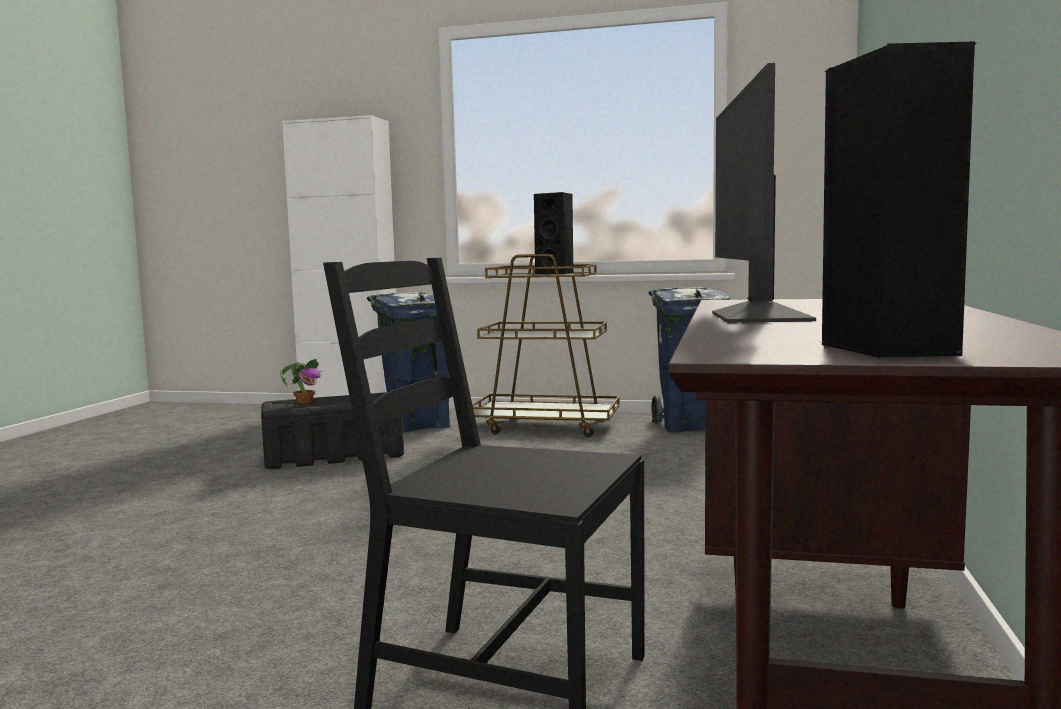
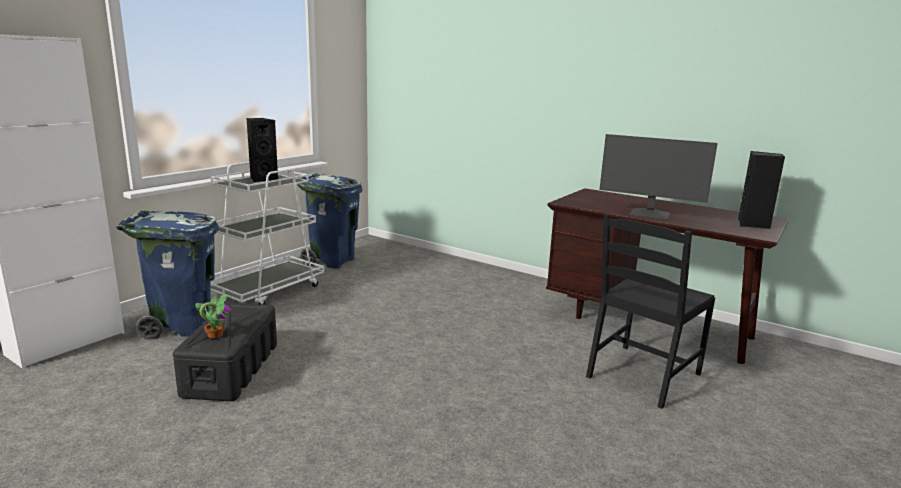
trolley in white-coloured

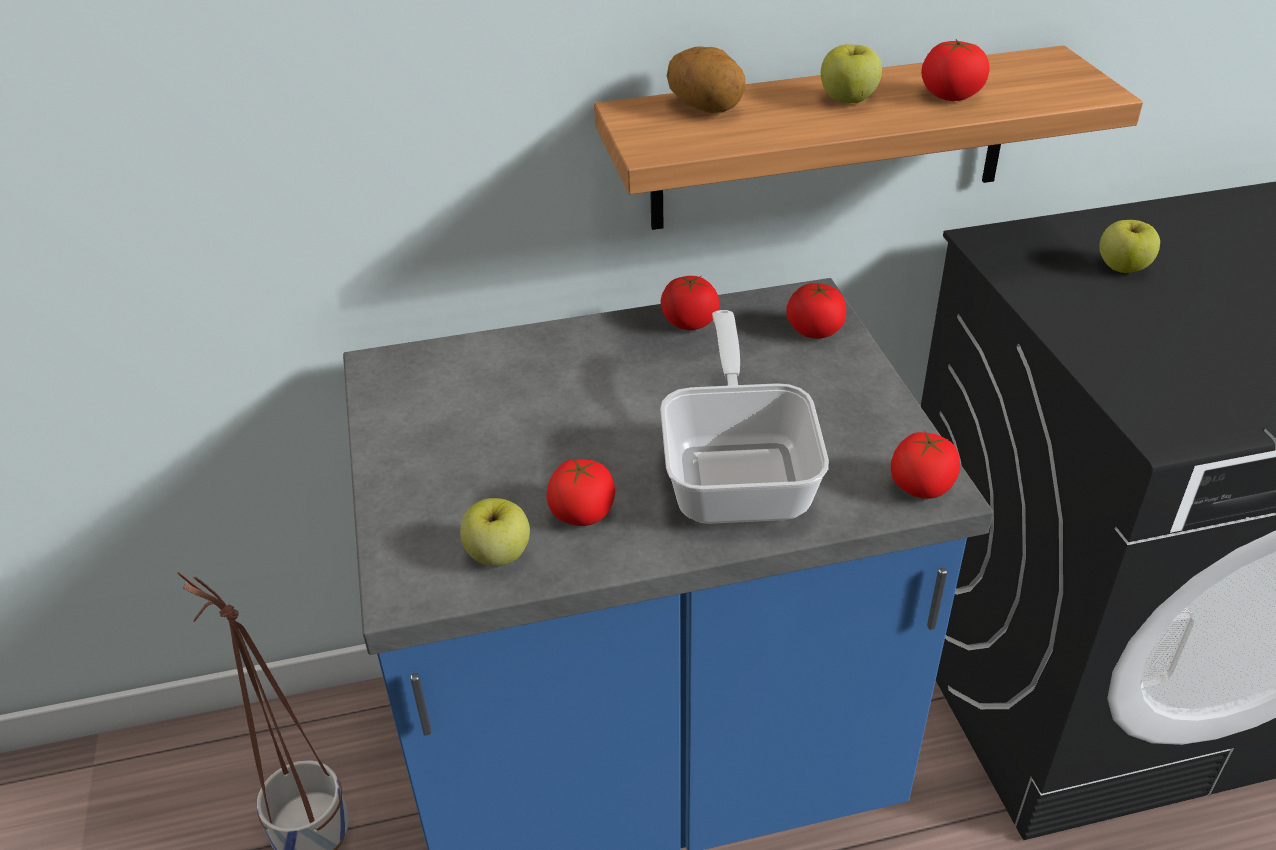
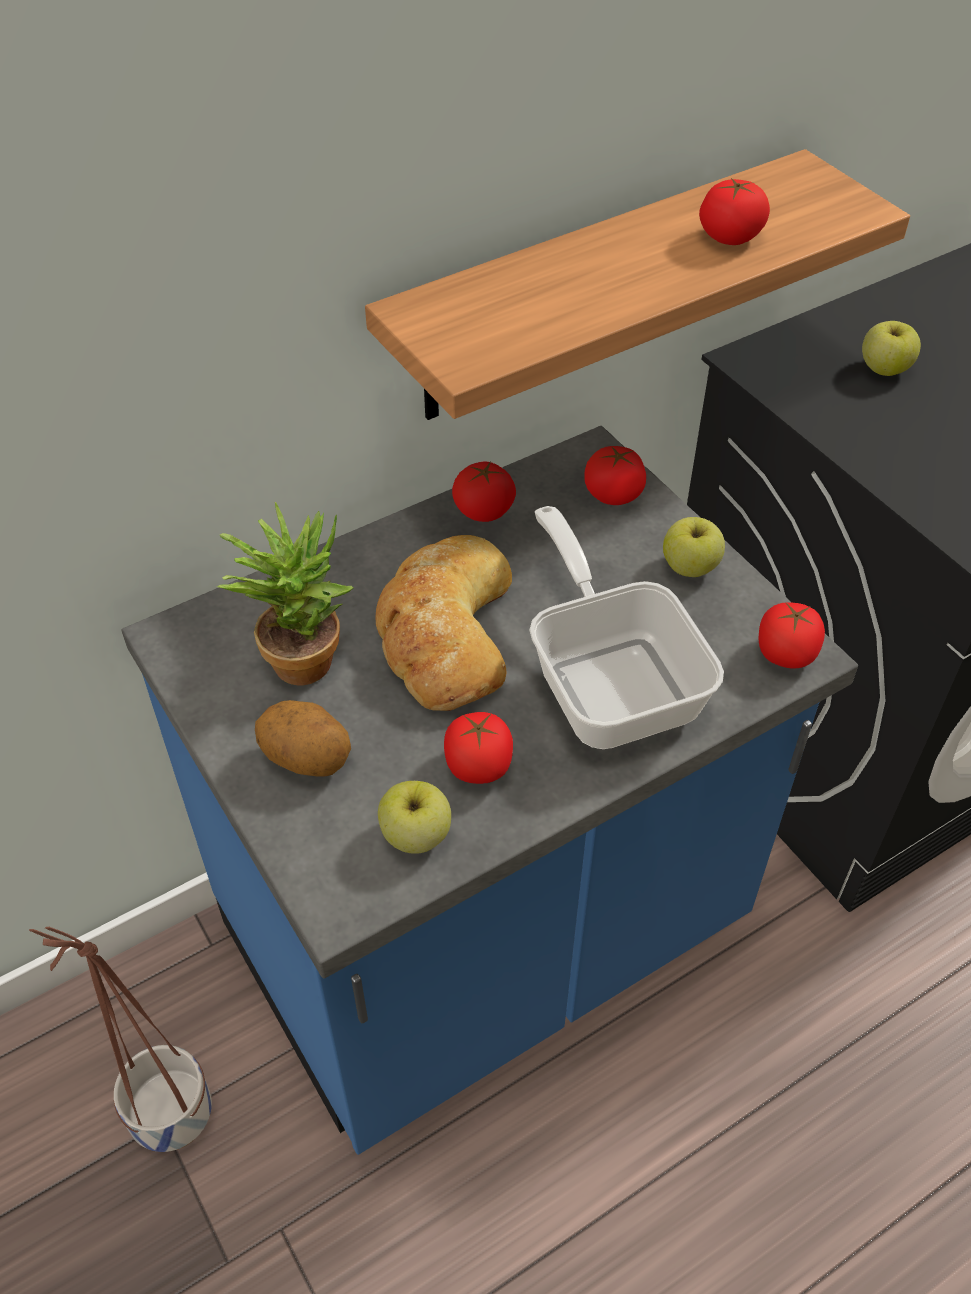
plant in a pot; bread; spud; apple fruit (2nd from left)

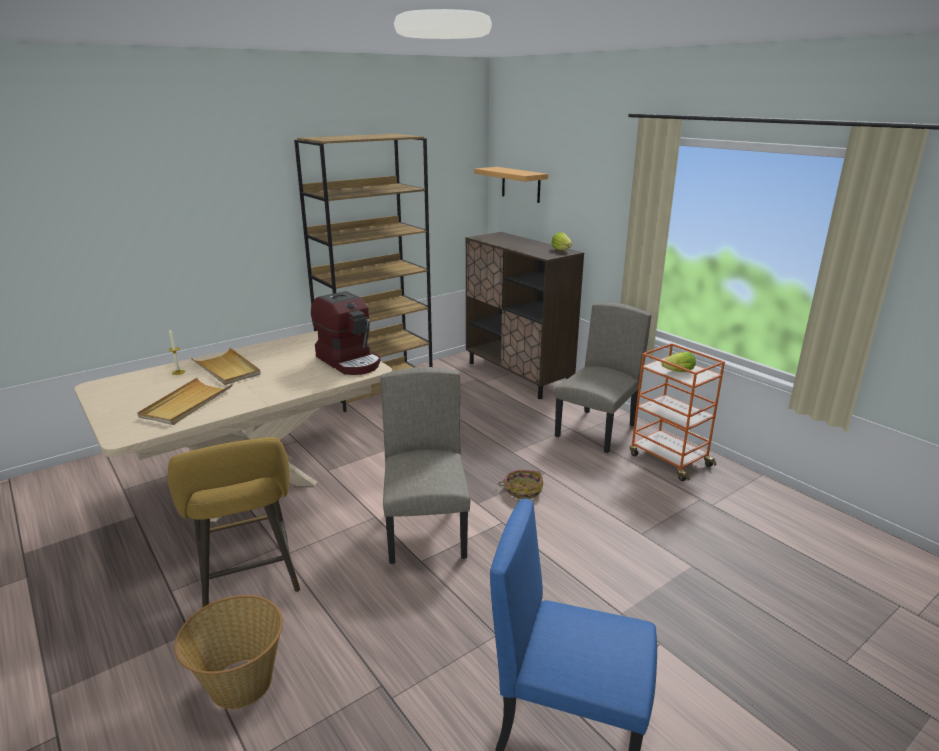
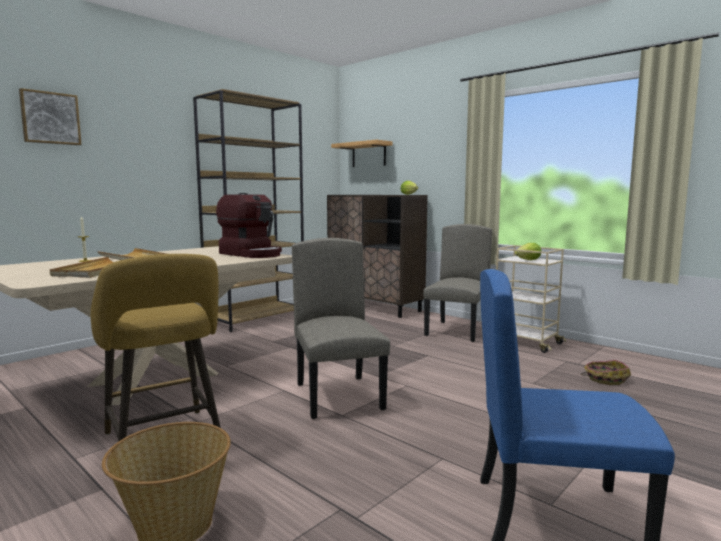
picture; household basket (2nd from left); trolley in sand-coloured

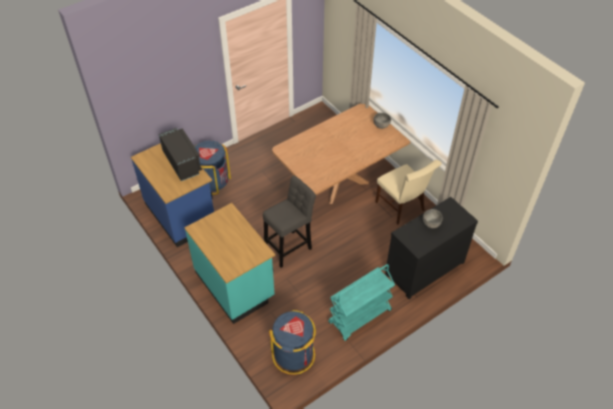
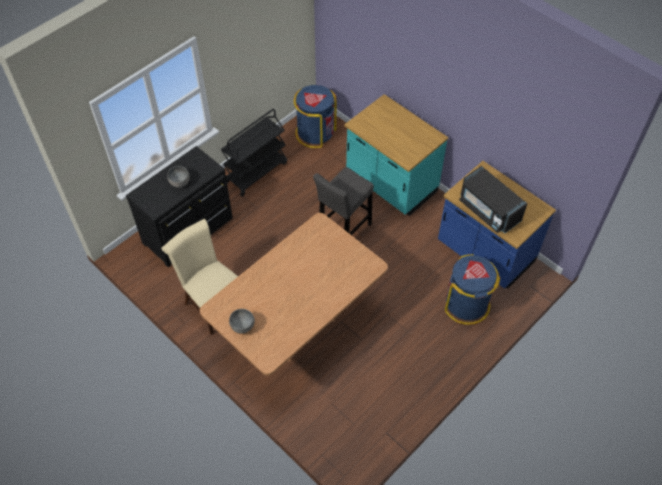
trolley in black

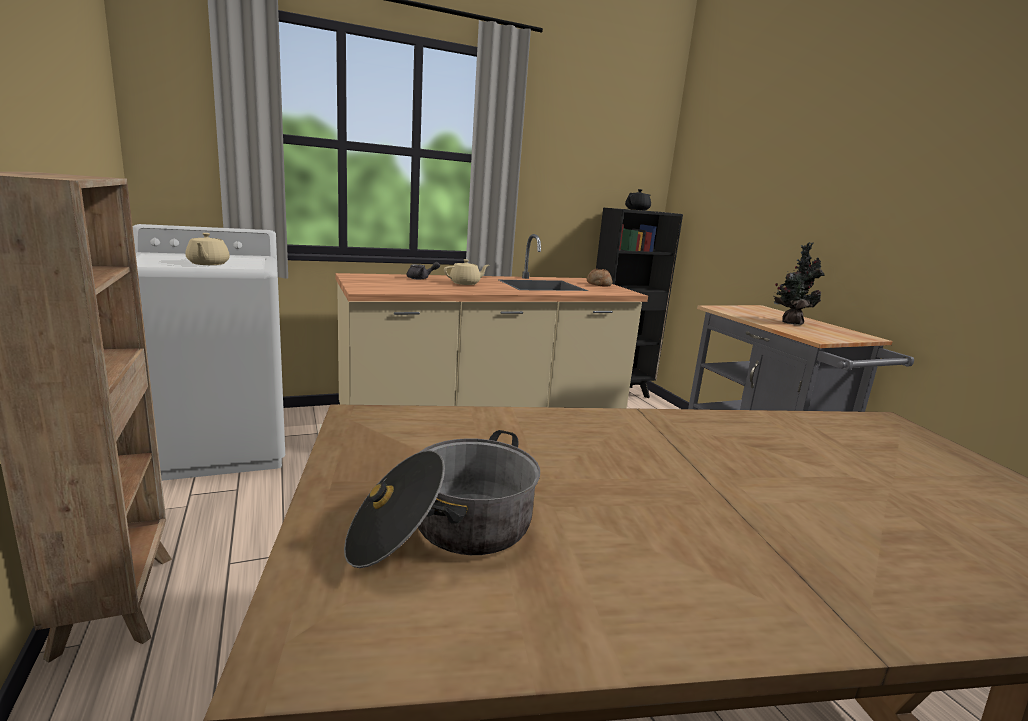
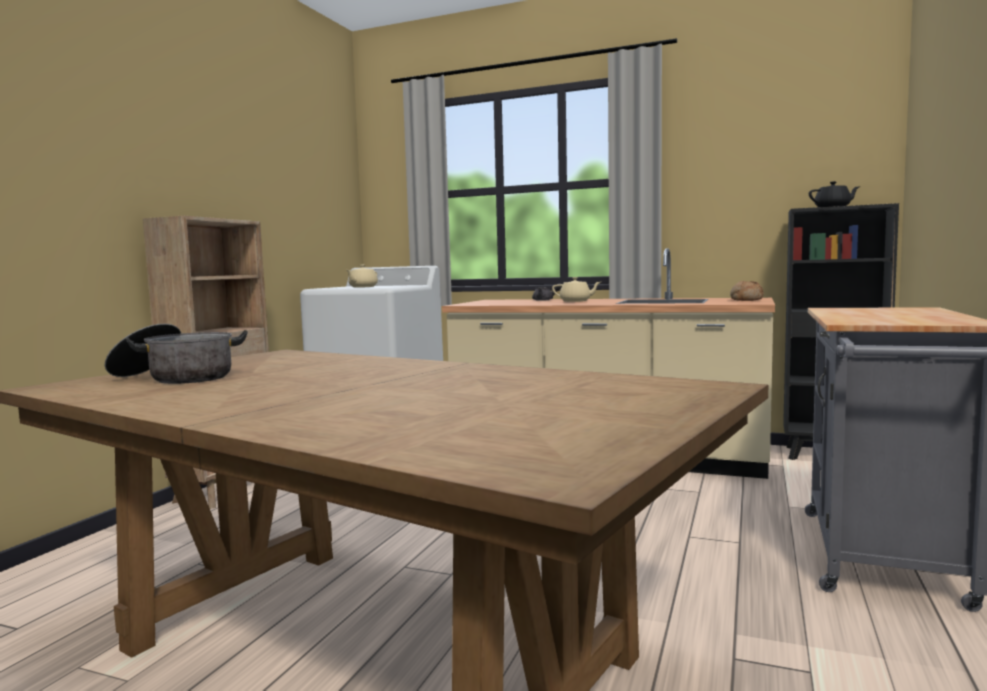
plant in a pot

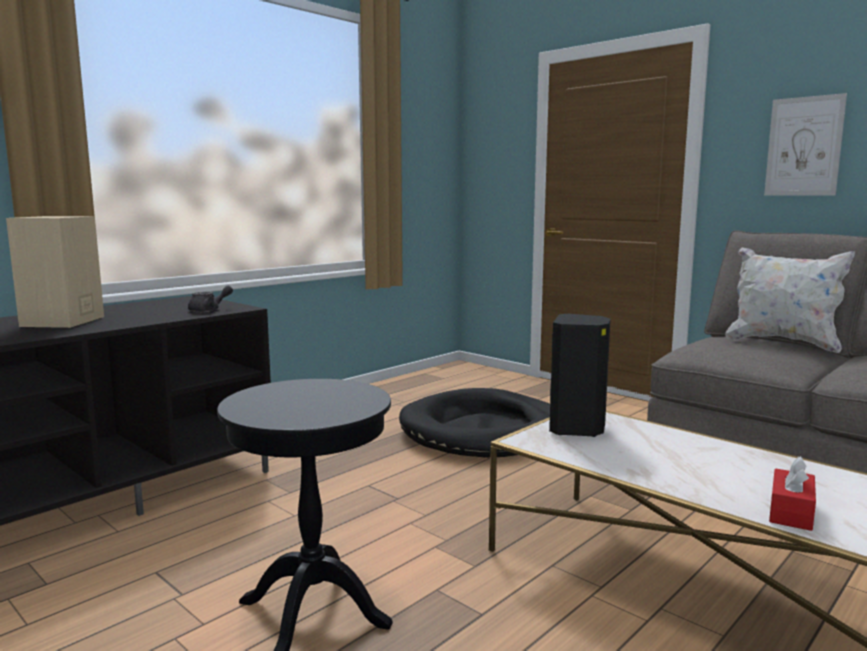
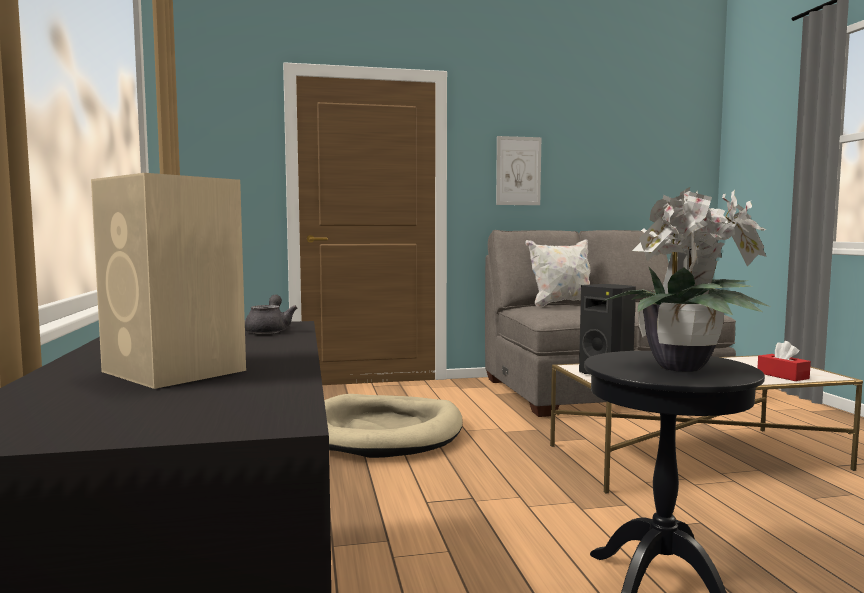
plant in a pot; pet bed in sand-coloured

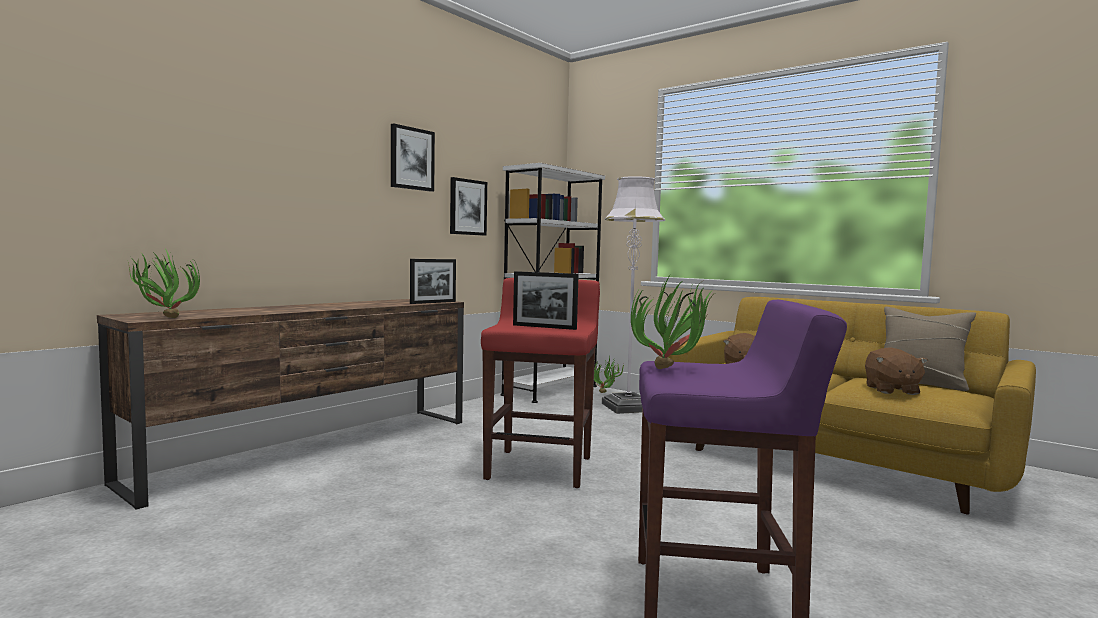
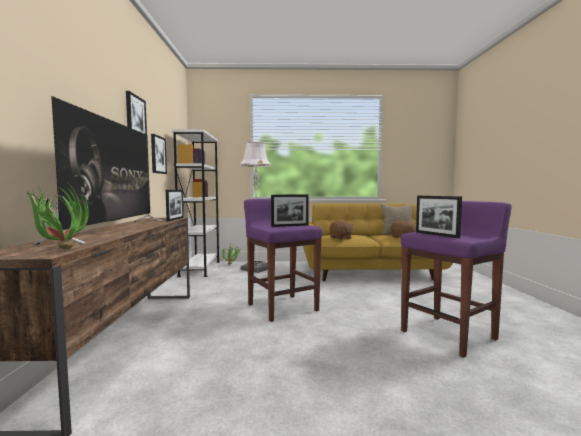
TV set; standing frame (3rd from left); stool seat in purple-coloured (1st from left)

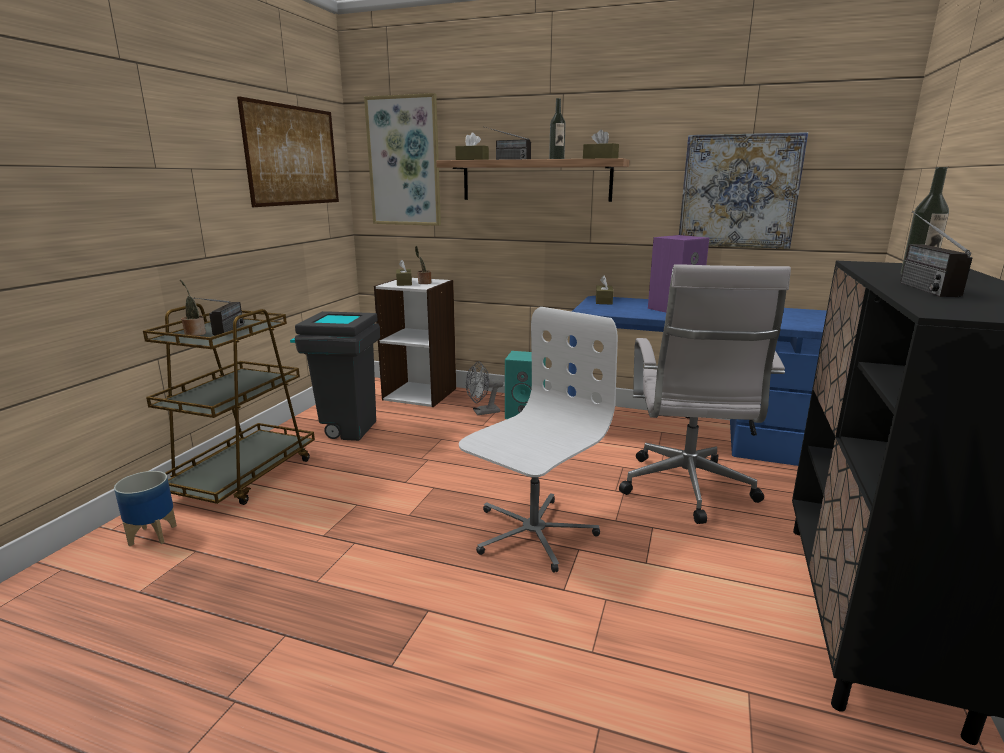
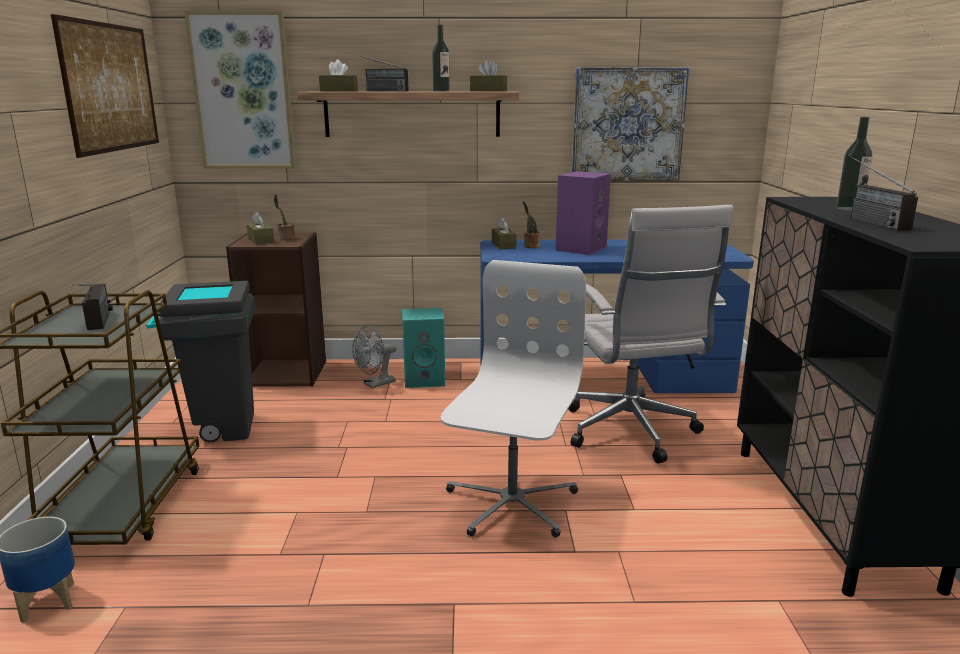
plant in a pot (2nd from left); shelving unit in brown

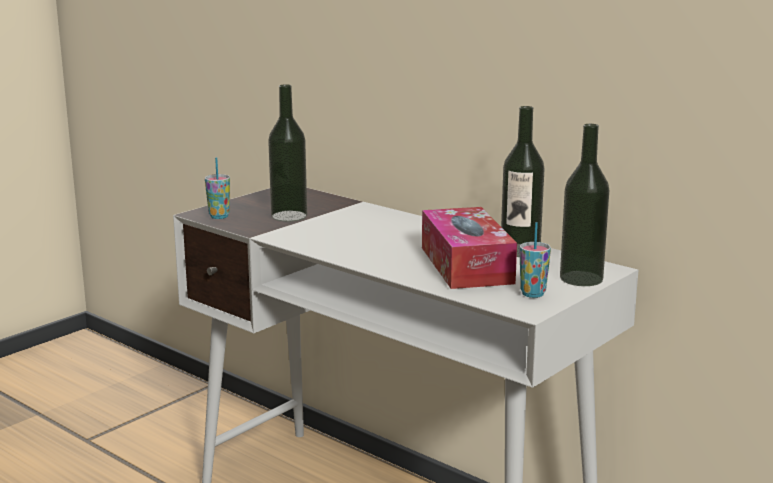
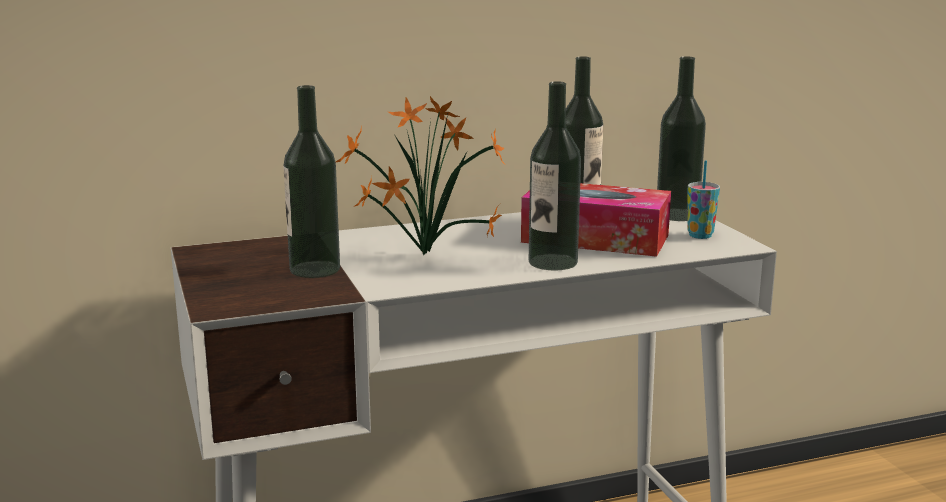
drinking cup (1st from left in the first image); plant in a pot; beverage bottle (2nd from left)

